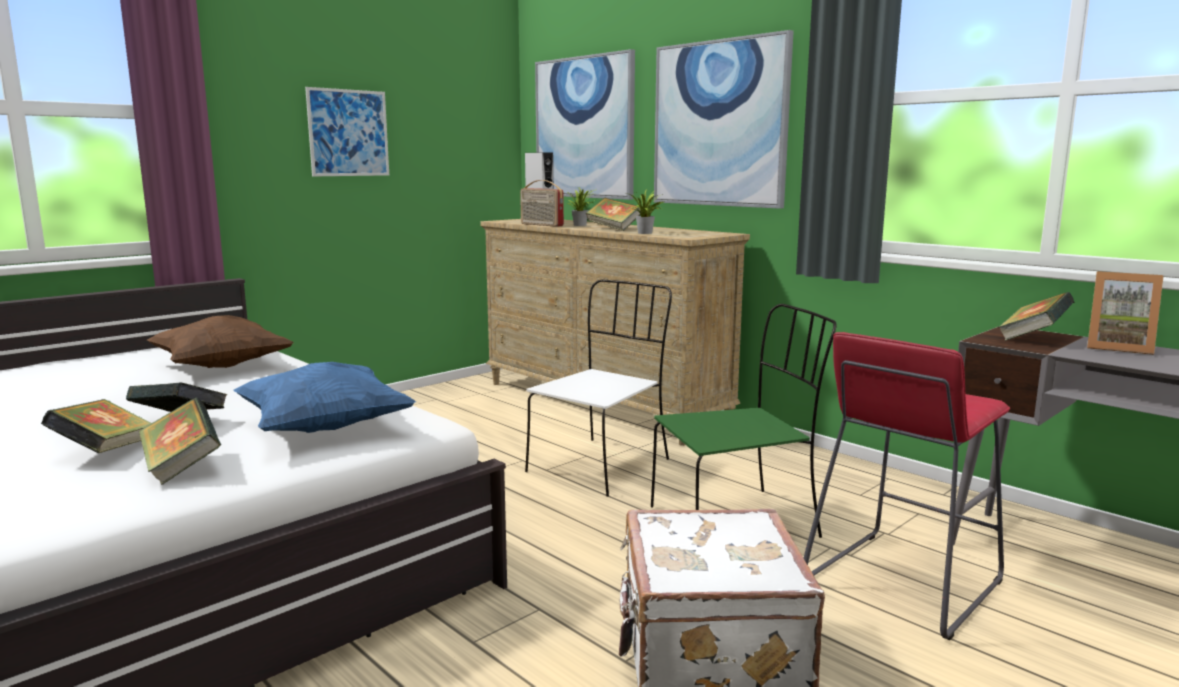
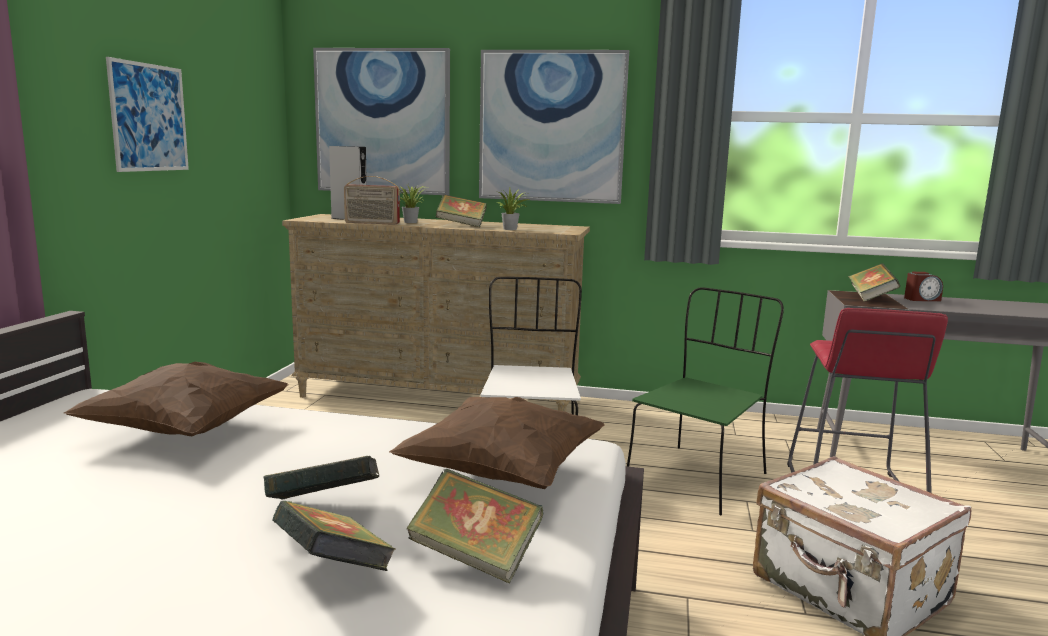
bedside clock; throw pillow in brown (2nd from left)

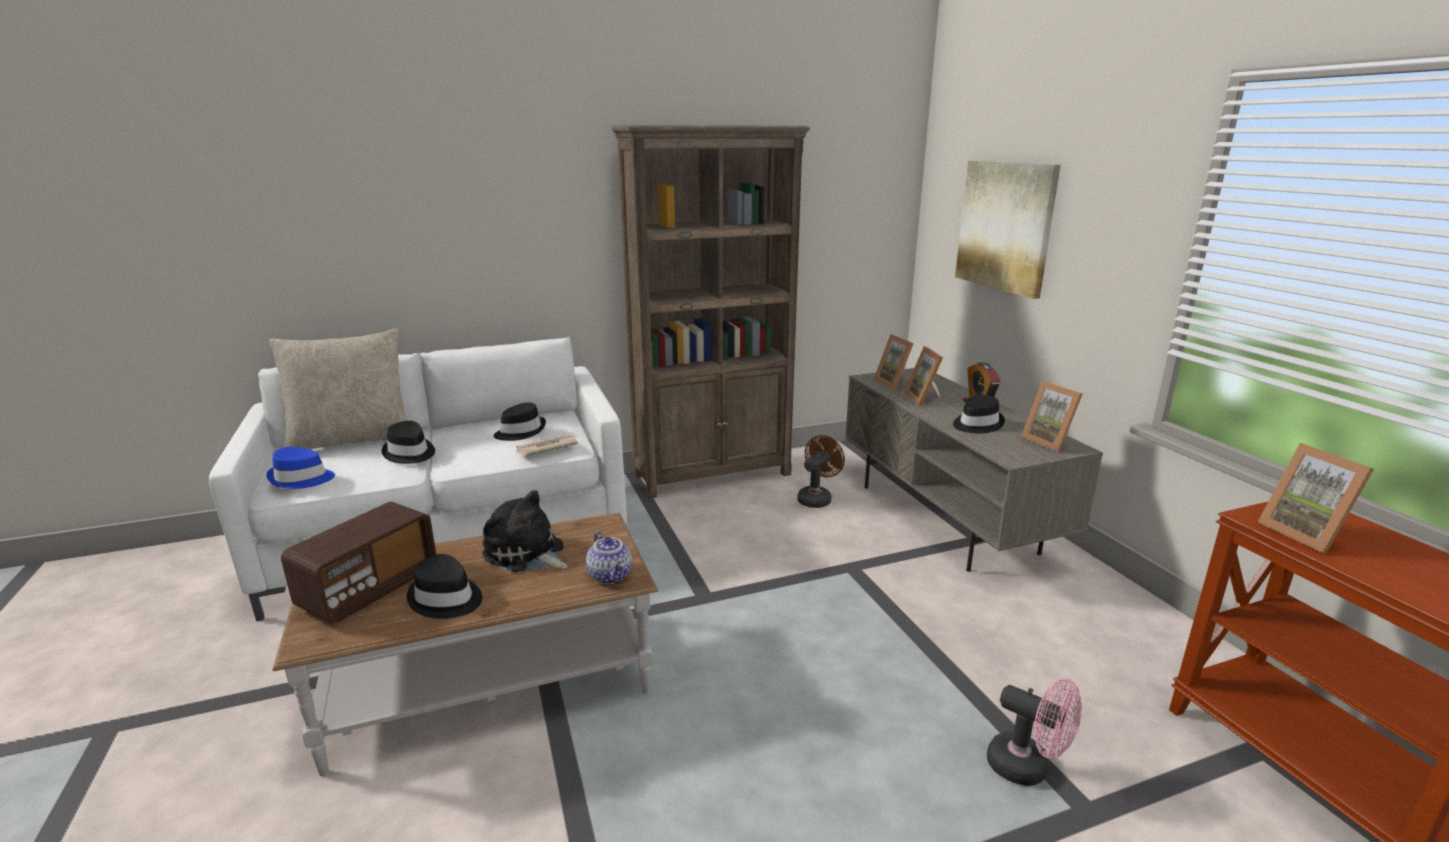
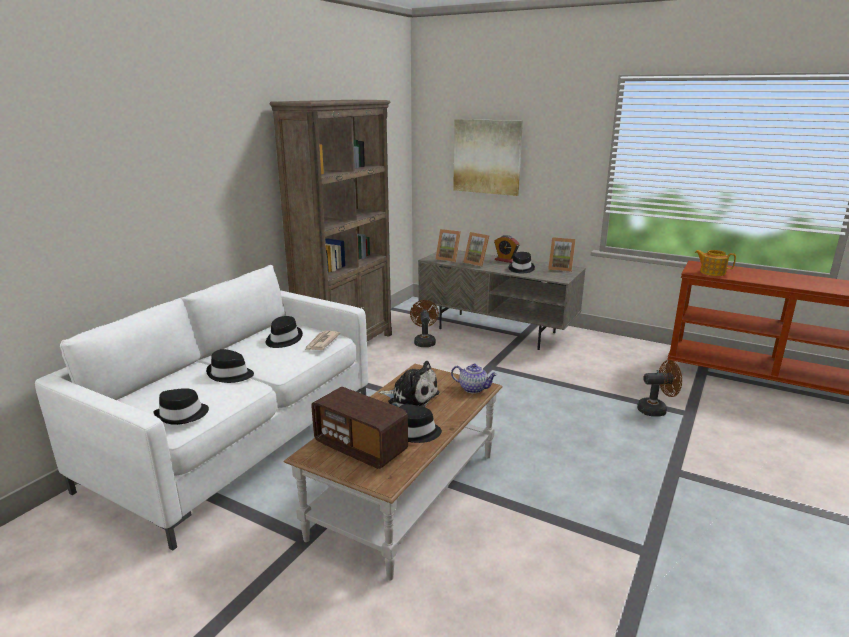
throw pillow in sand-coloured; teapot (2nd from left); hat in black (1st from left); electric fan in brown (2nd from left); radio; soft toy

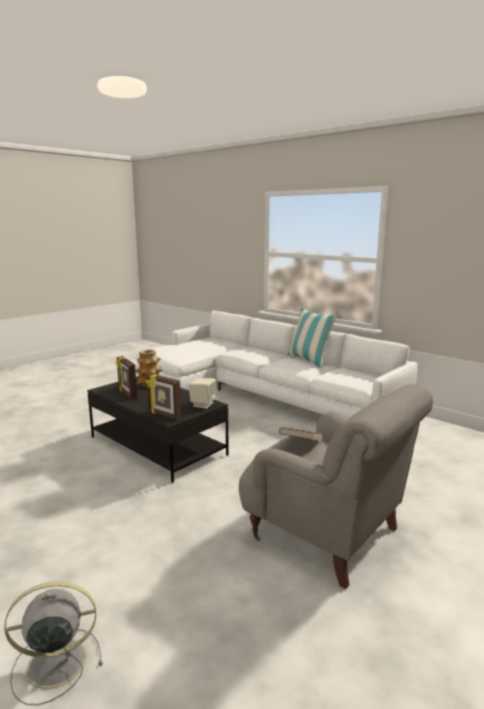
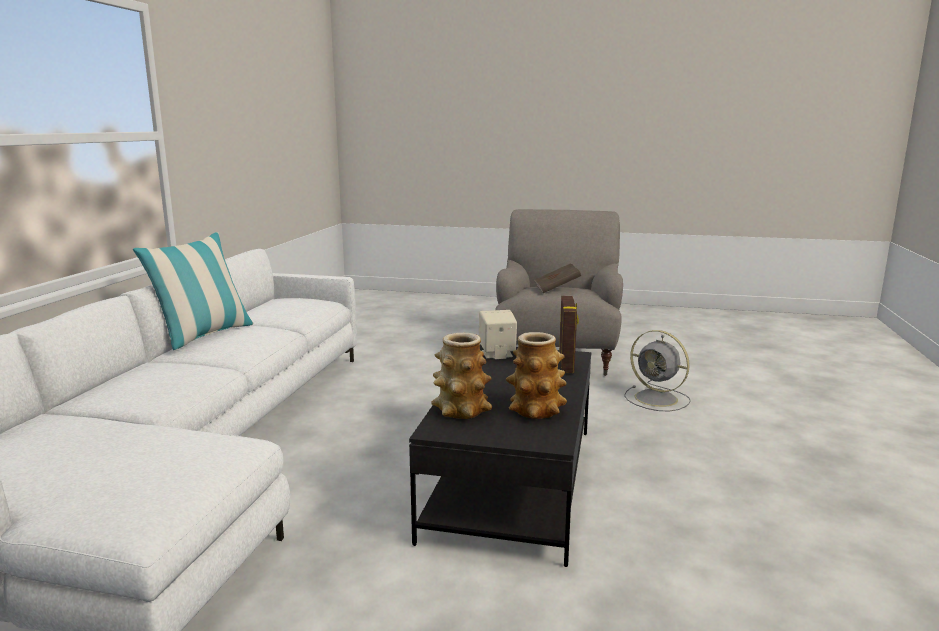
electric fan in gray; decorative vase (2nd from left)

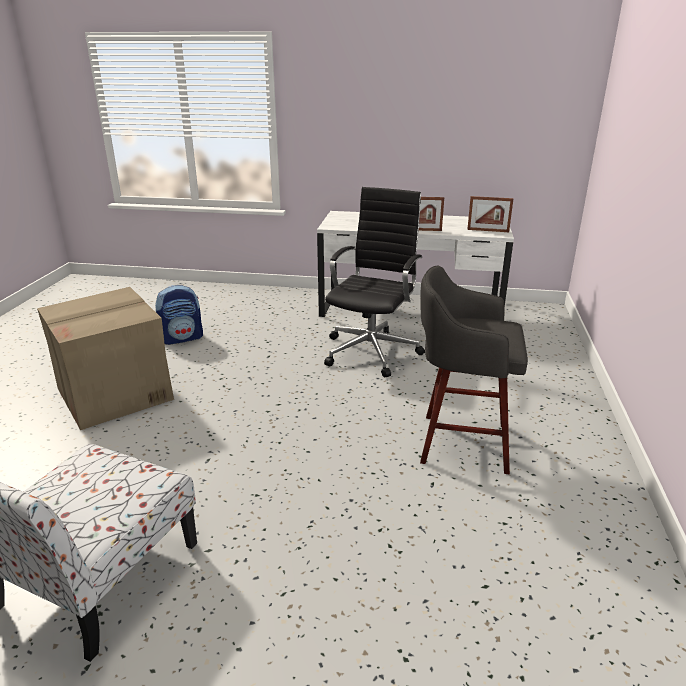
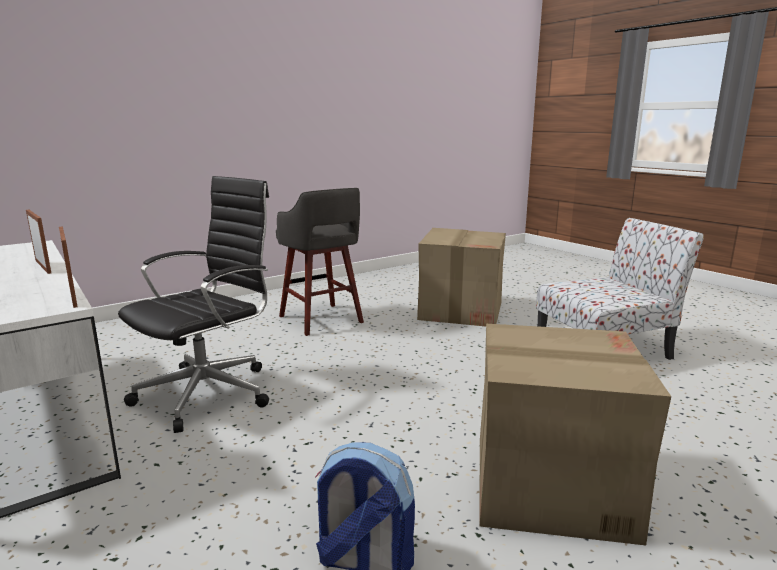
cardboard box (1st from left); standing frame (2nd from left); computer chair in black

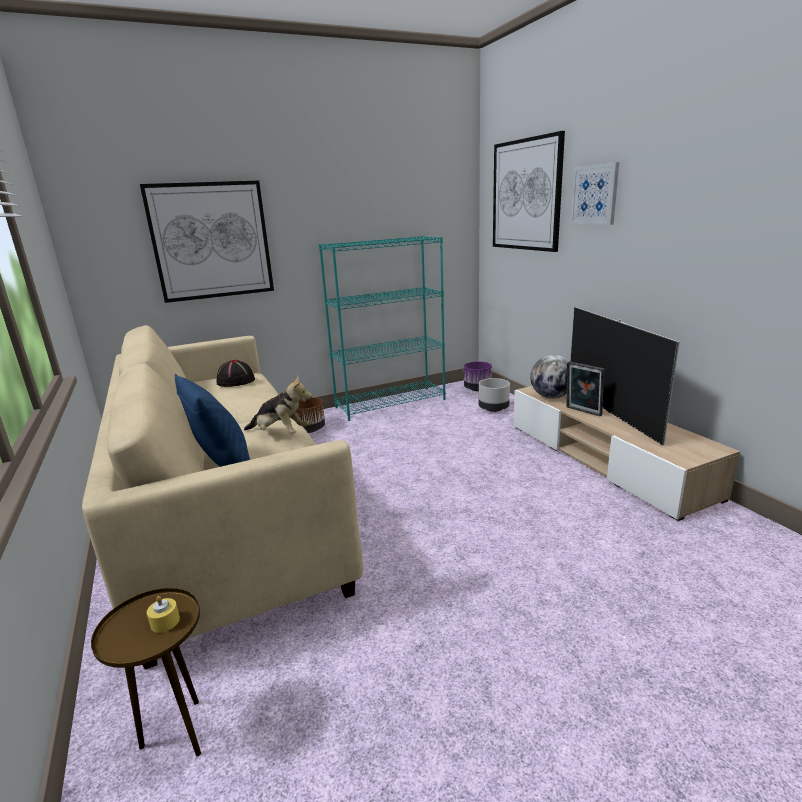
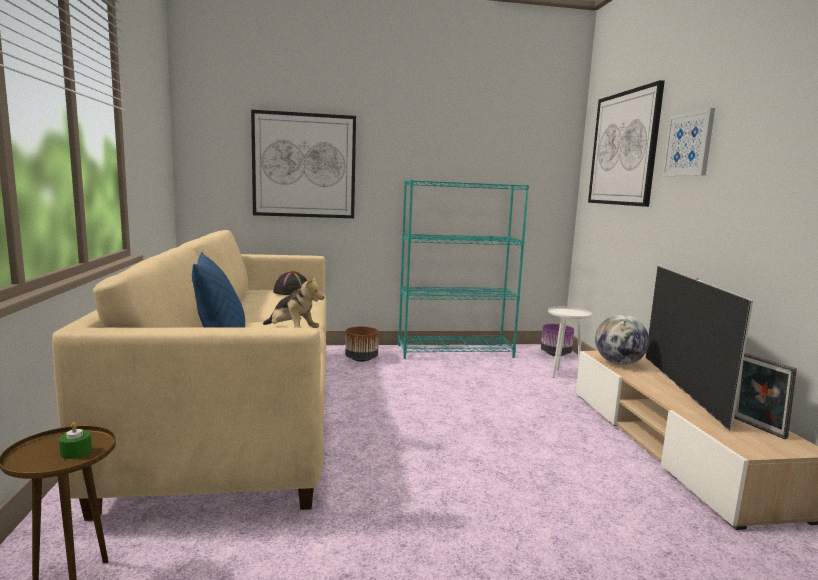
standing frame; side table in white-coloured; wax light in greenish

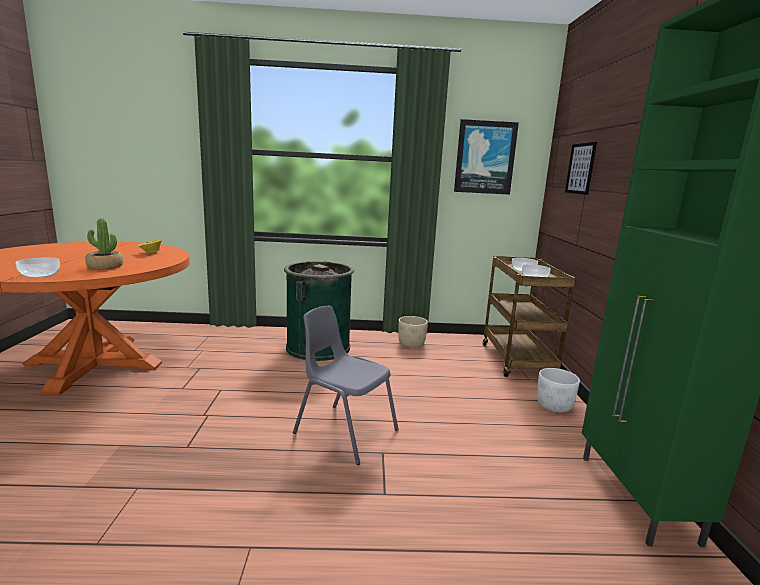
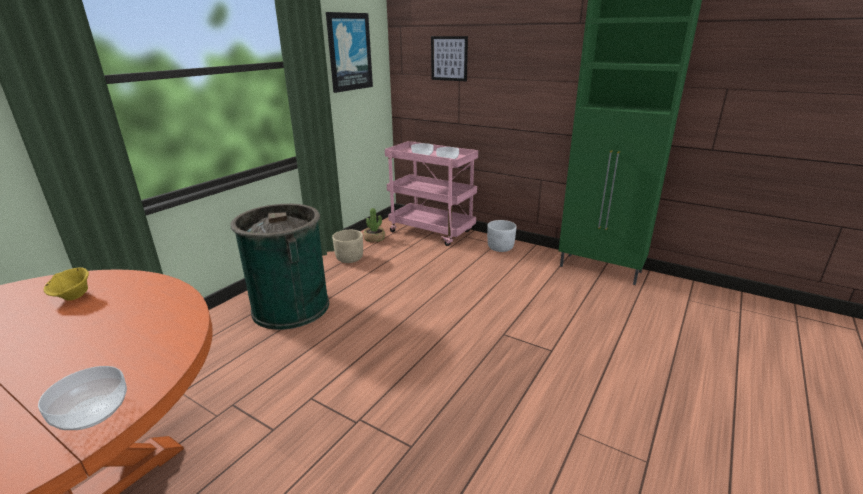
chair in gray; plant in a pot; trolley in pinkish

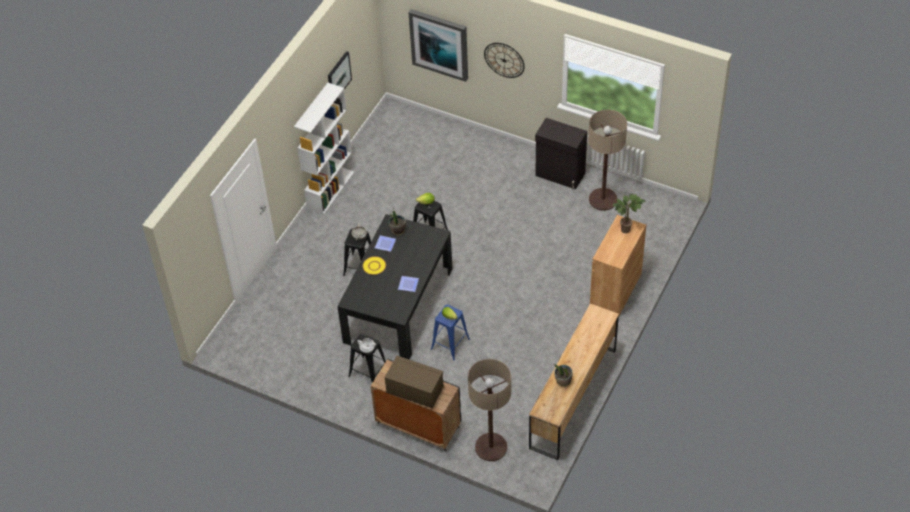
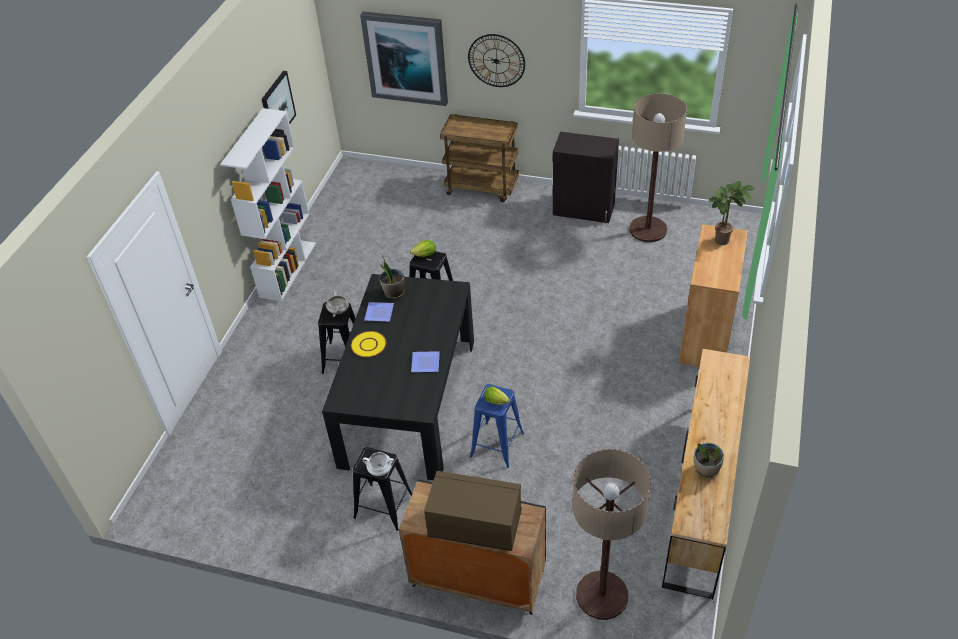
trolley in brown

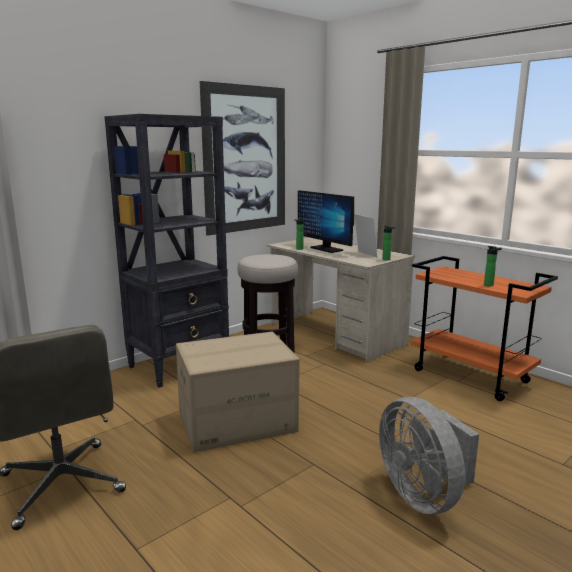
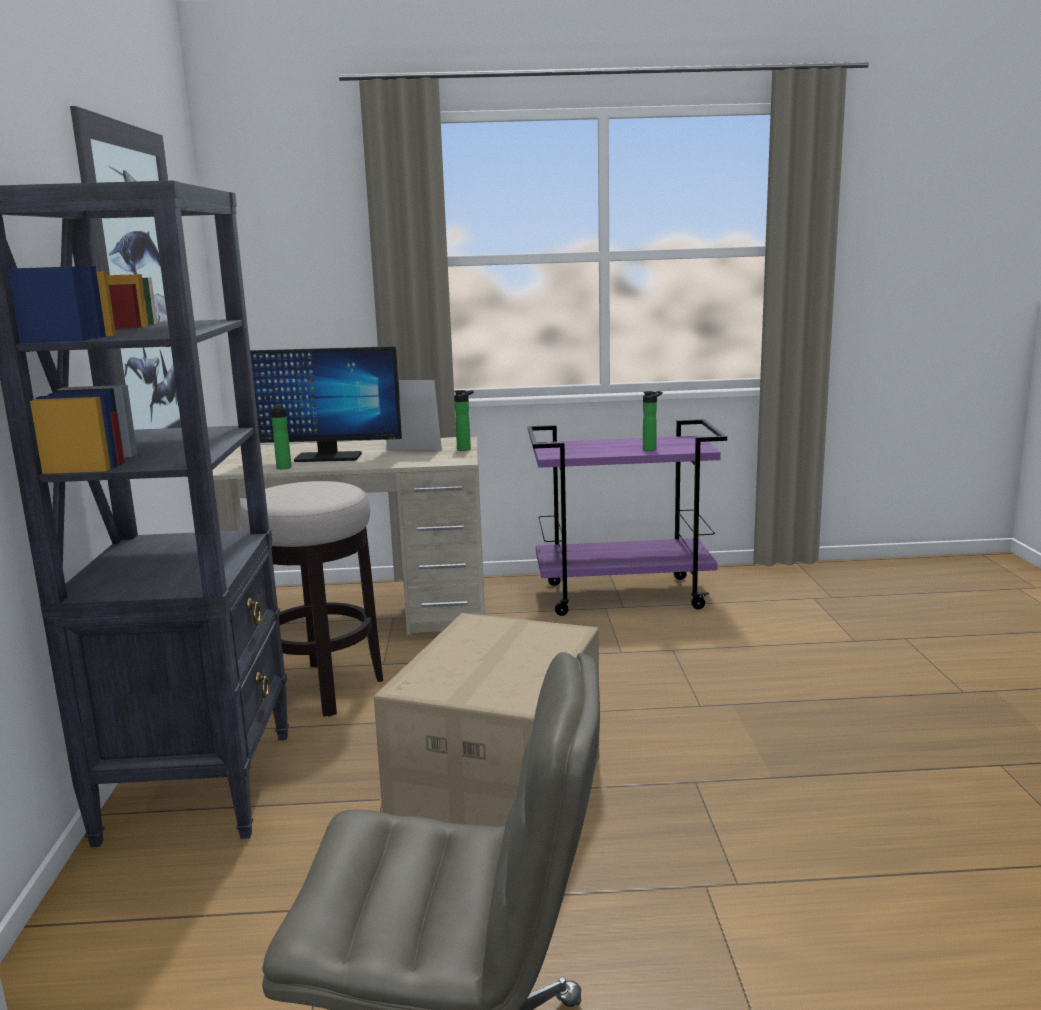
electric fan in gray; trolley in purple-coloured

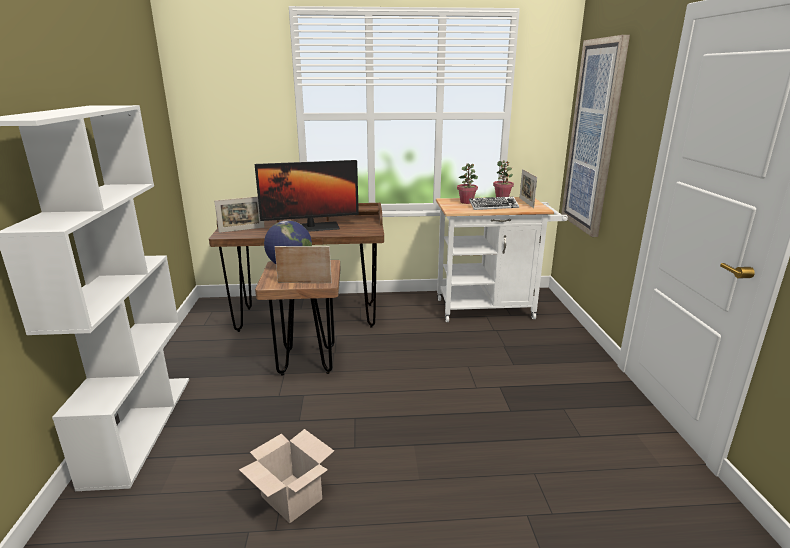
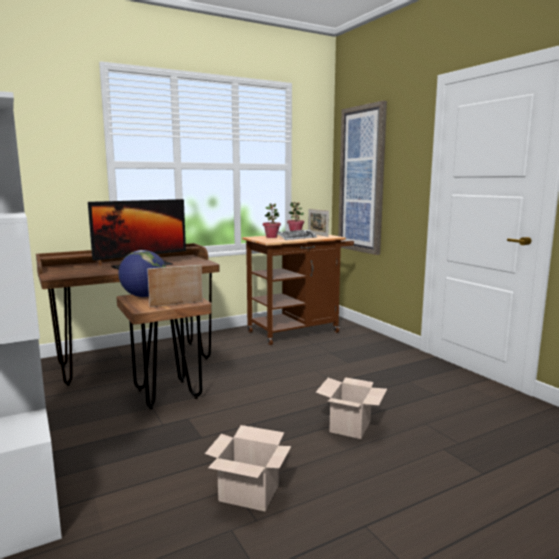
standing frame (1st from left in the first image); cardboard box (2nd from left); trolley in brown

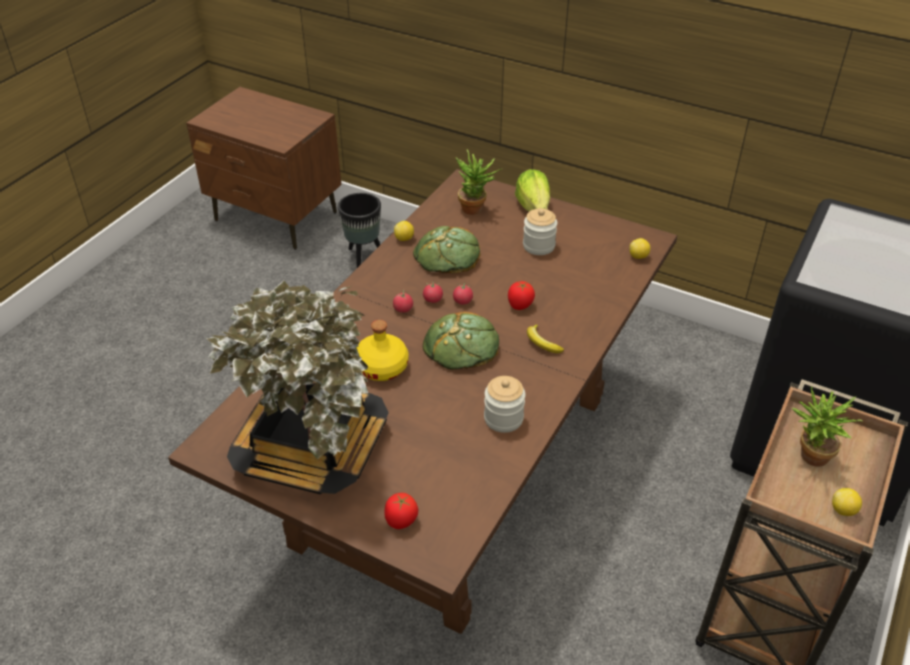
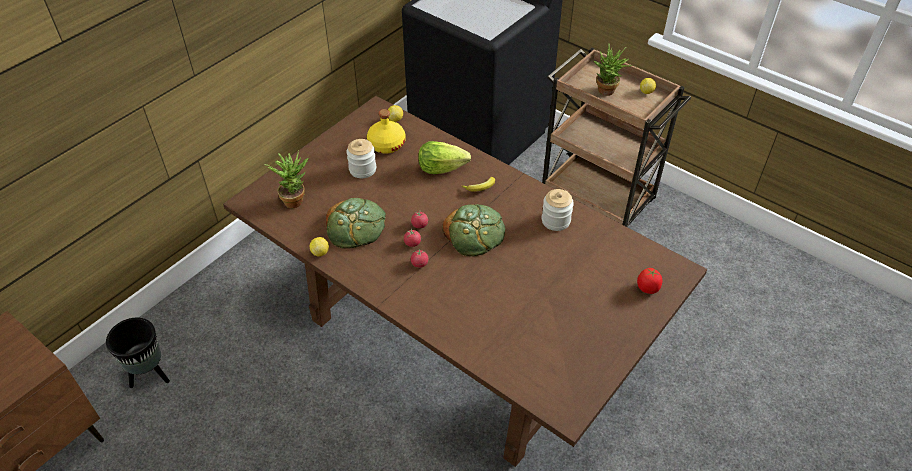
plant in a pot (1st from left in the first image); whole tomato (5th from left in the first image); beverage bottle in yellow; lettuce head

